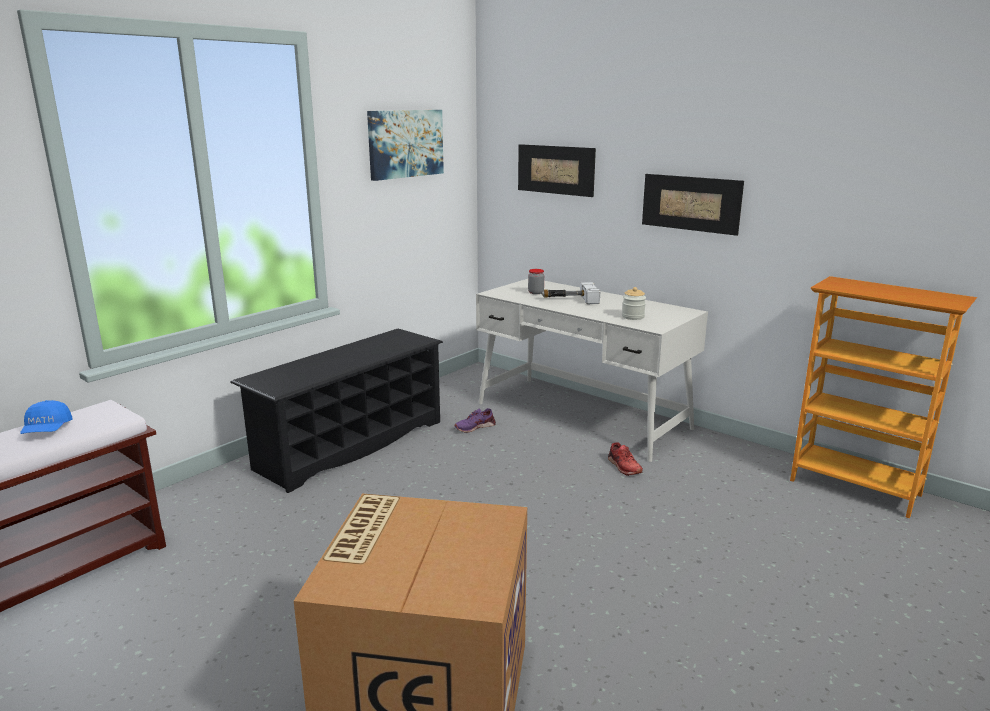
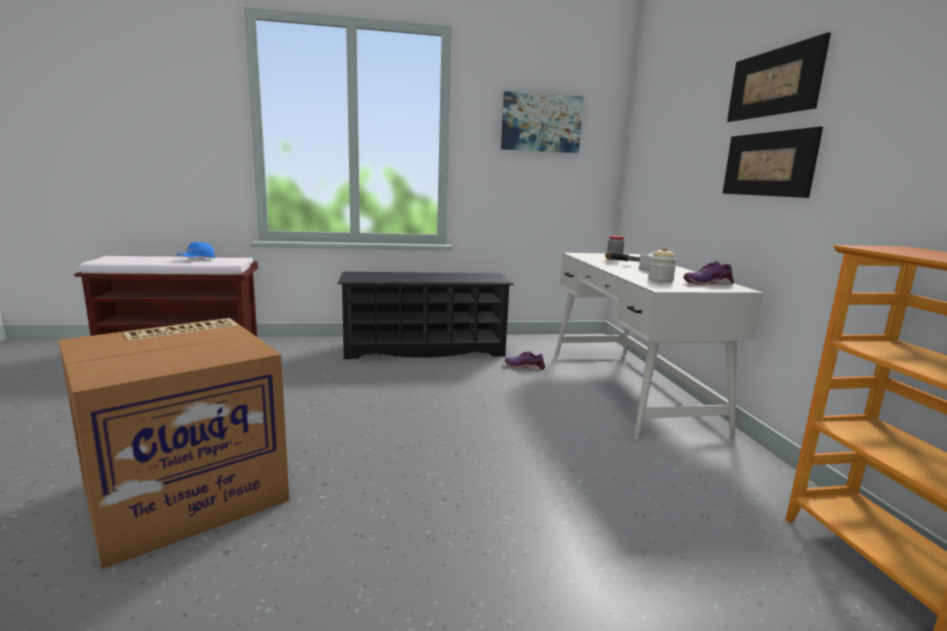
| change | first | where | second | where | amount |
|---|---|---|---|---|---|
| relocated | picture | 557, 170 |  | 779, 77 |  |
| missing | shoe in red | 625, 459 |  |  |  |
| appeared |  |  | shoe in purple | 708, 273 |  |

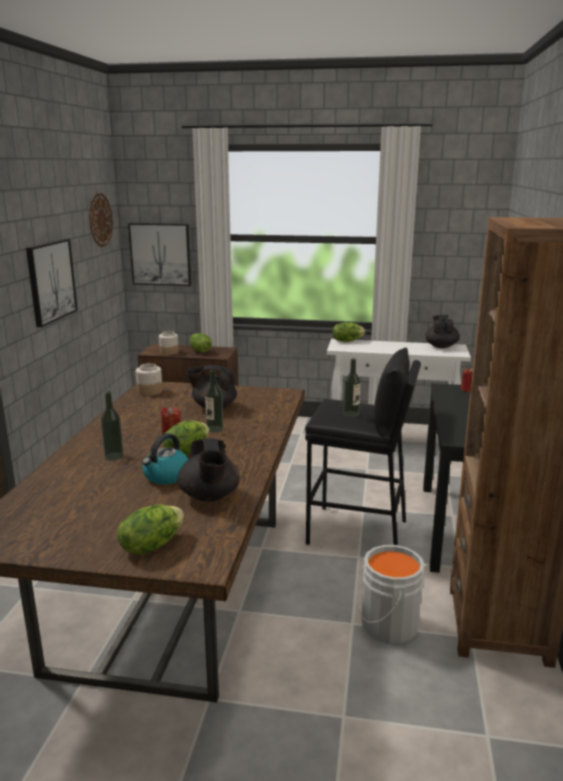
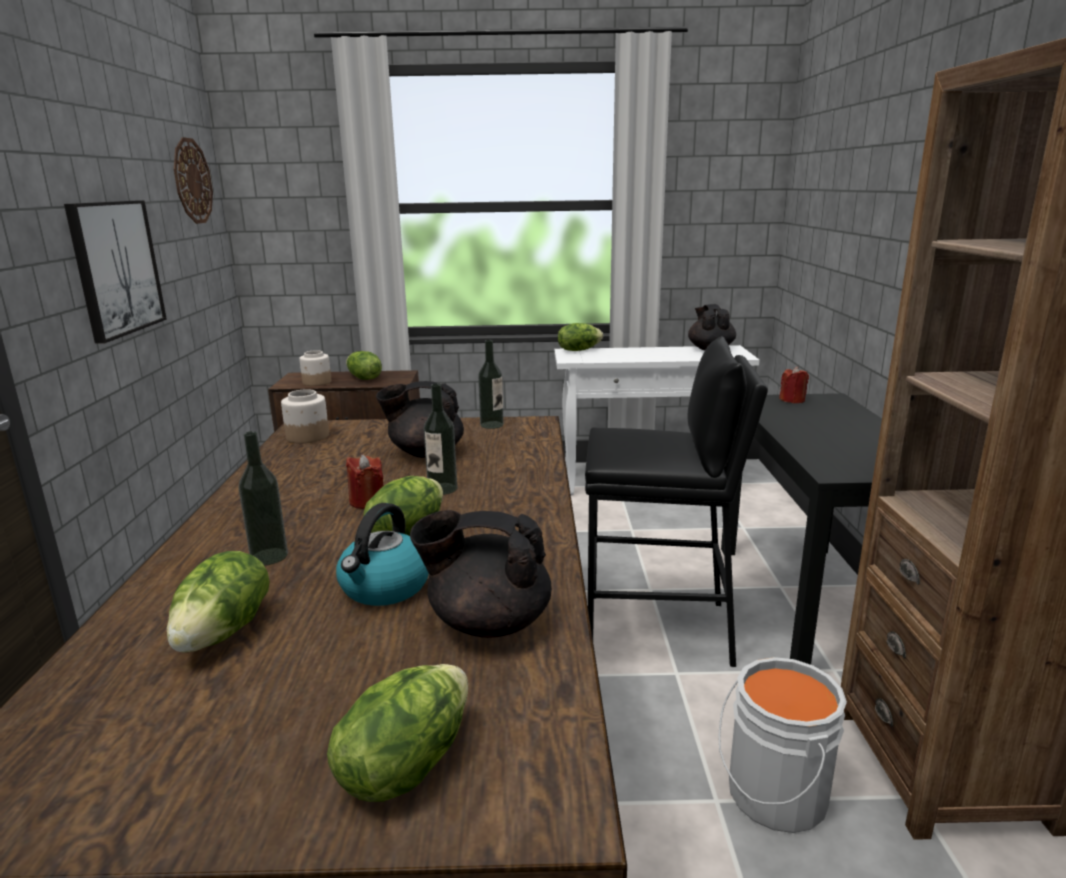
| change | first | where | second | where | amount |
|---|---|---|---|---|---|
| missing | picture | 159, 254 |  |  |  |
| relocated | bottle | 352, 387 |  | 491, 384 |  |
| spun | teapot in black | 208, 470 |  | 481, 574 | 120 degrees clockwise |
| appeared |  |  | lettuce | 218, 602 |  |

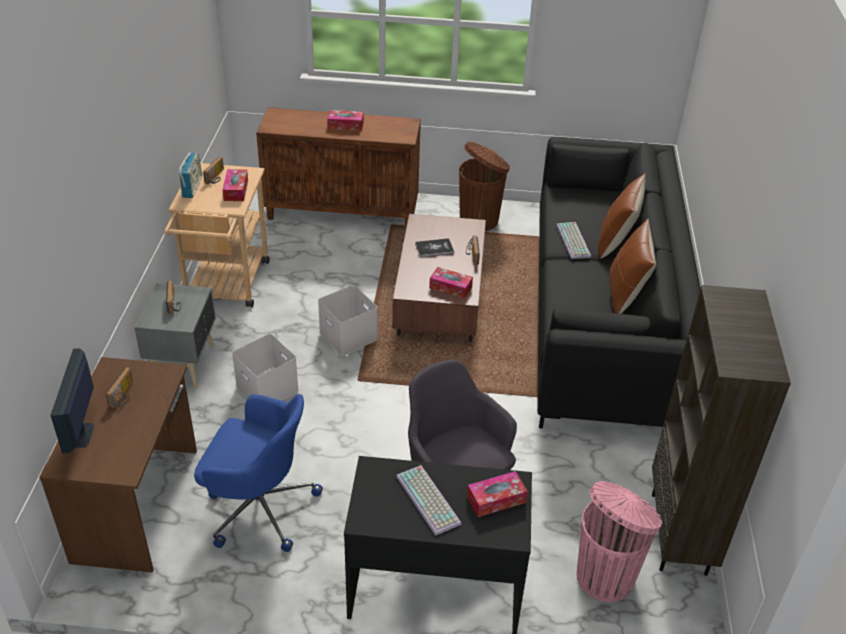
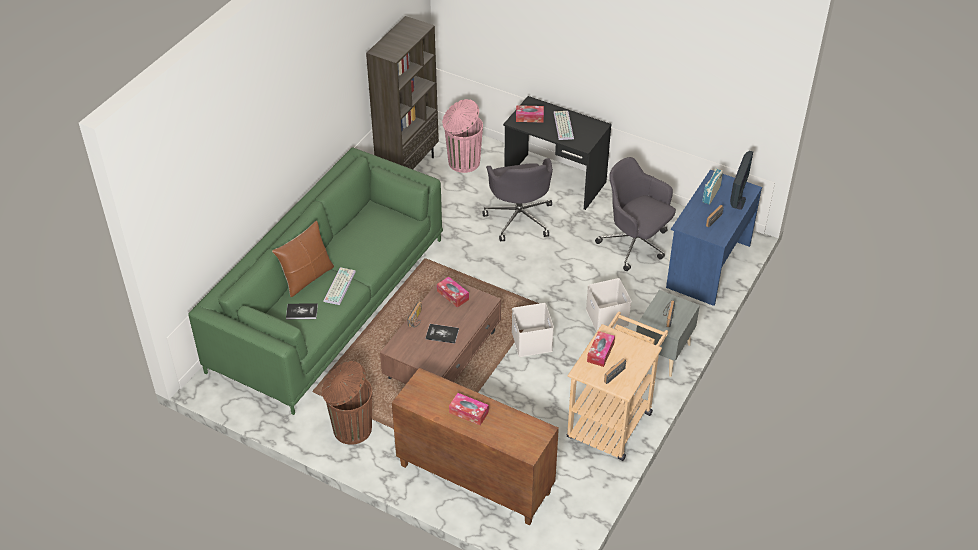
| change | first | where | second | where | amount |
|---|---|---|---|---|---|
| colour | sofa in black | 619, 283 | sofa in green | 315, 281 |  |
| relocated | radio | 190, 175 |  | 712, 186 |  |
| missing | pillow in brown | 632, 266 |  |  |  |
| colour | desk in brown | 118, 465 | desk in blue | 714, 238 |  |
| colour | office chair in blue | 258, 473 | office chair in grey | 635, 214 |  |
| appeared |  |  | book | 302, 311 |  |

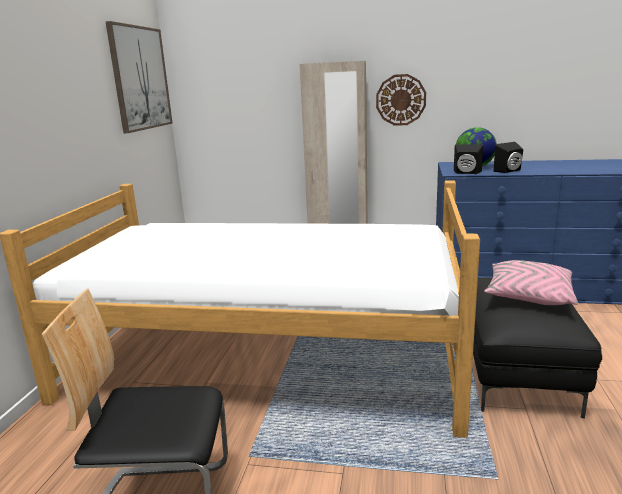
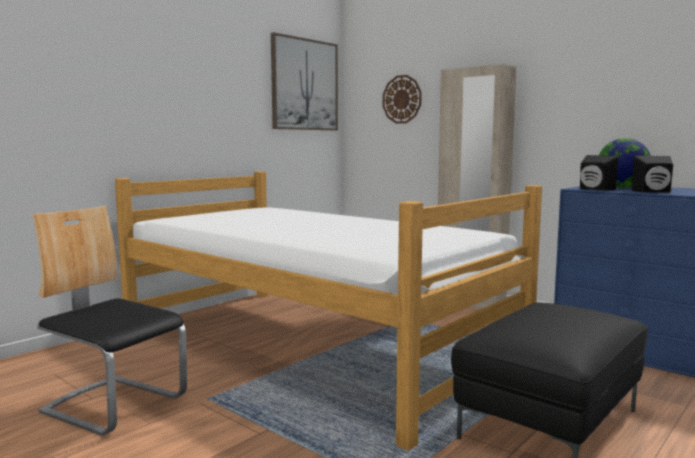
| change | first | where | second | where | amount |
|---|---|---|---|---|---|
| relocated | wall clock | 401, 100 |  | 402, 99 |  |
| missing | pillow in pink | 531, 282 |  |  |  |

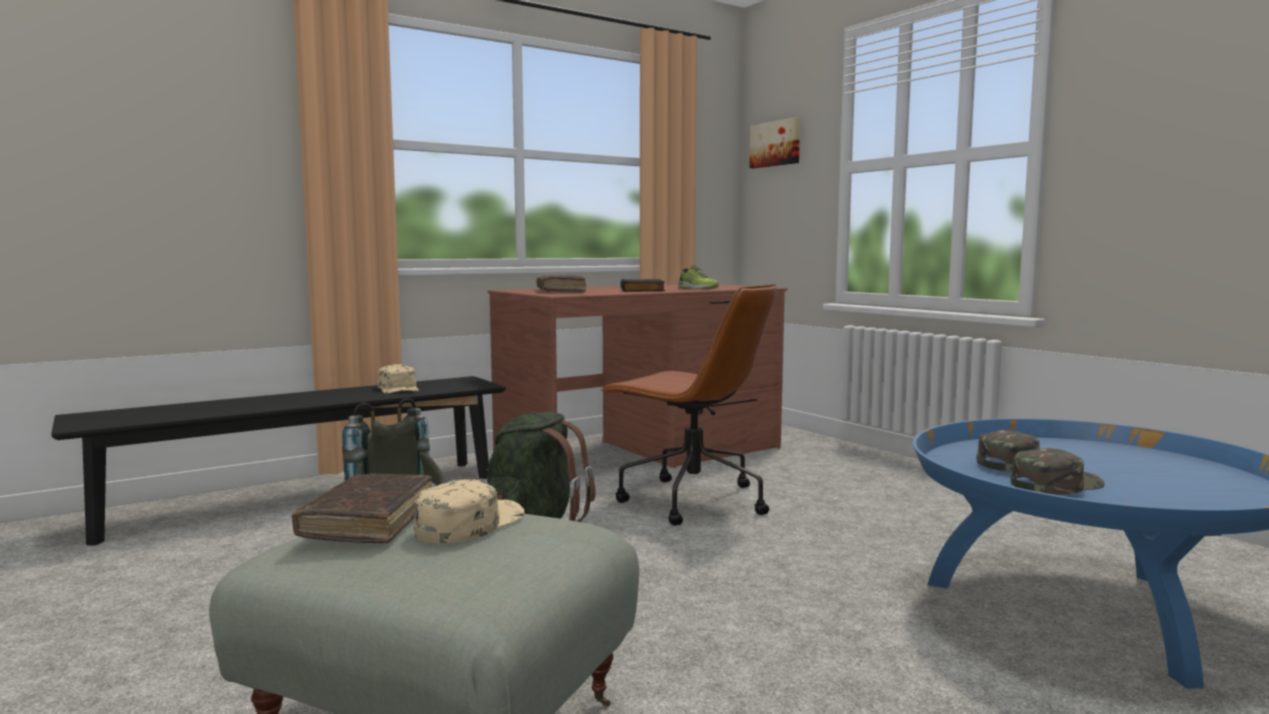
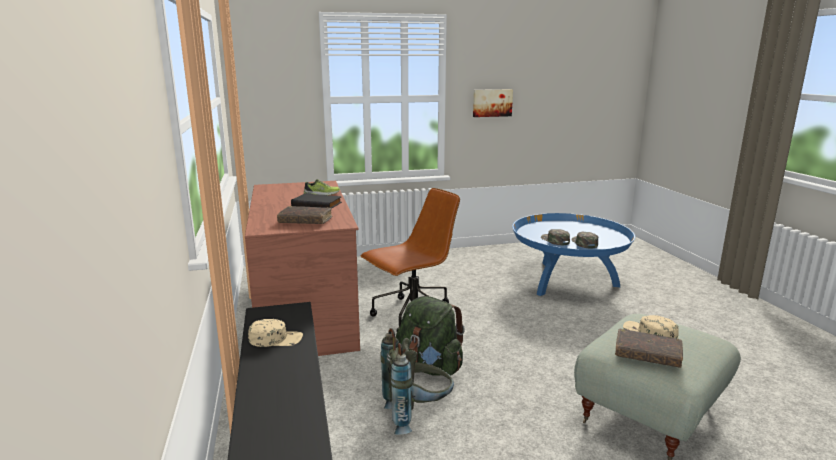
| change | first | where | second | where | amount |
|---|---|---|---|---|---|
| relocated | picture | 774, 142 |  | 493, 103 |  |

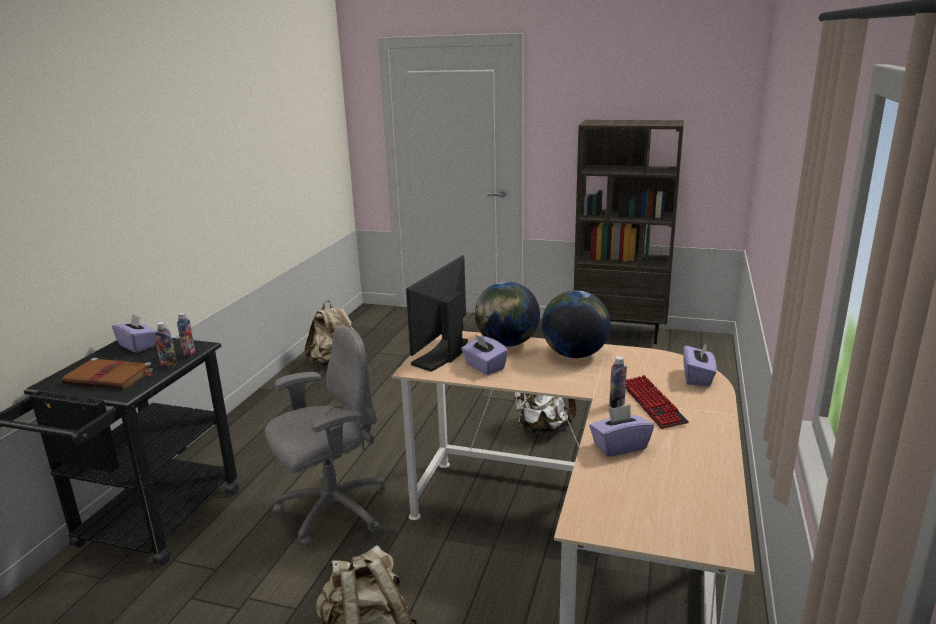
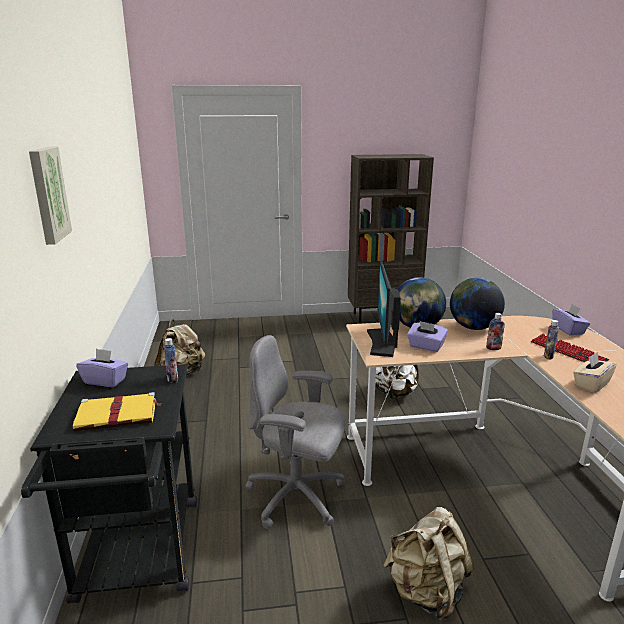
| change | first | where | second | where | amount |
|---|---|---|---|---|---|
| relocated | bottle | 165, 345 |  | 495, 331 |  |
| spun | office chair in grey | 325, 437 |  | 296, 432 | 105 degrees counterclockwise |
| colour | book in brown | 107, 373 | book in yellow | 117, 411 |  |
| colour | tissue box in purple | 621, 431 | tissue box in beige | 595, 372 |  |
| appeared |  |  | picture | 50, 196 |  |

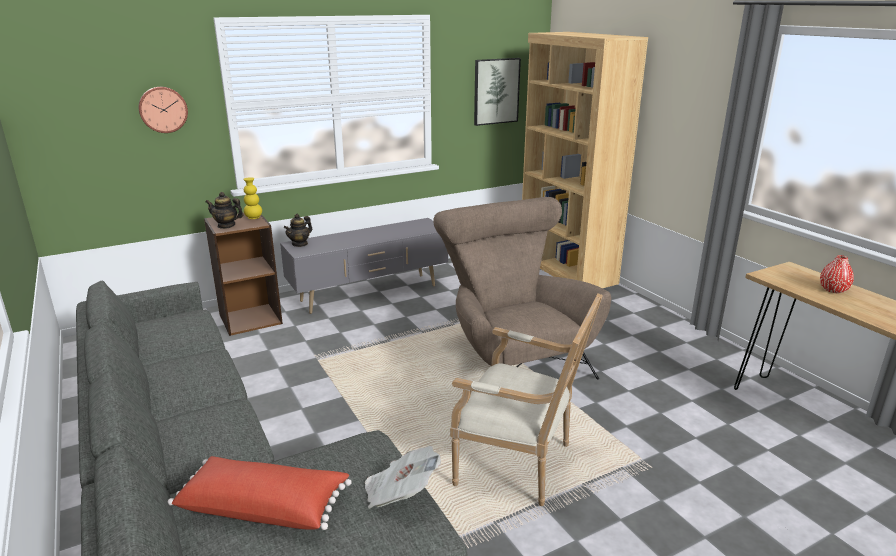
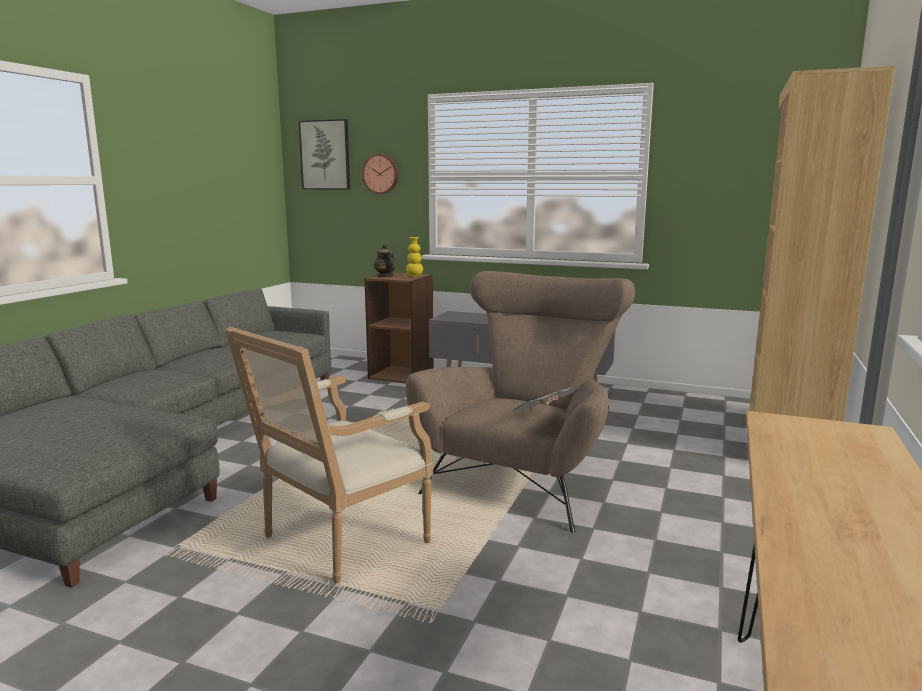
| change | first | where | second | where | amount |
|---|---|---|---|---|---|
| relocated | picture | 497, 92 |  | 324, 154 |  |
| missing | teapot | 298, 230 |  |  |  |
| missing | vase in red | 837, 274 |  |  |  |
| spun | armchair | 526, 399 |  | 329, 455 | 60 degrees clockwise |
| relocated | newspaper | 403, 477 |  | 546, 399 |  |
| missing | pillow in red | 260, 493 |  |  |  |

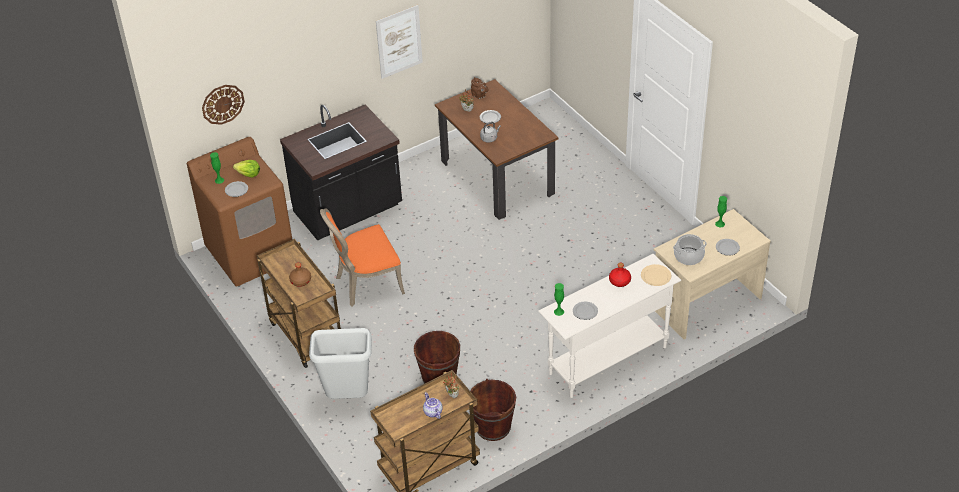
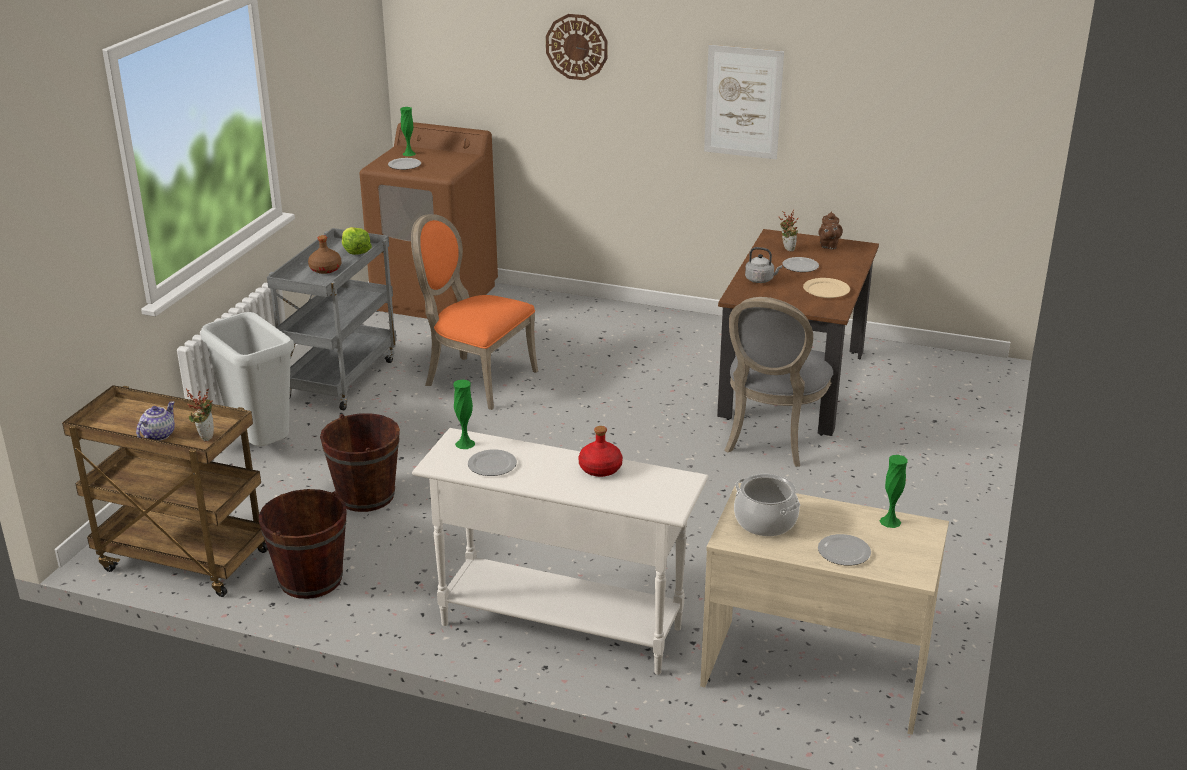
| change | first | where | second | where | amount |
|---|---|---|---|---|---|
| relocated | wall clock | 223, 105 |  | 577, 47 |  |
| missing | counter in black | 341, 173 |  |  |  |
| relocated | lettuce | 246, 169 |  | 357, 241 |  |
| colour | cart in brown | 299, 303 | cart in grey | 332, 319 |  |
| relocated | plate in beige | 656, 275 |  | 826, 288 |  |
| appeared |  |  | chair in grey | 779, 382 |  |

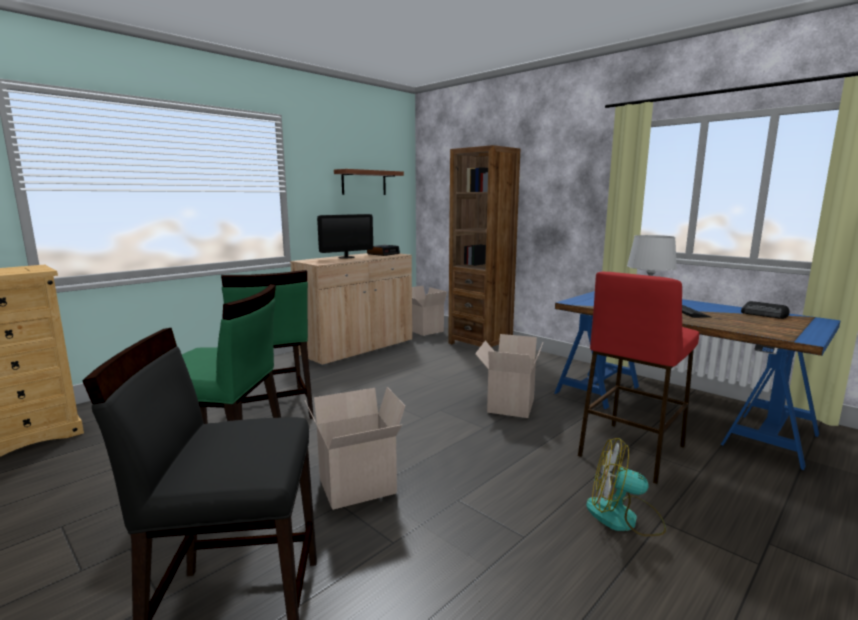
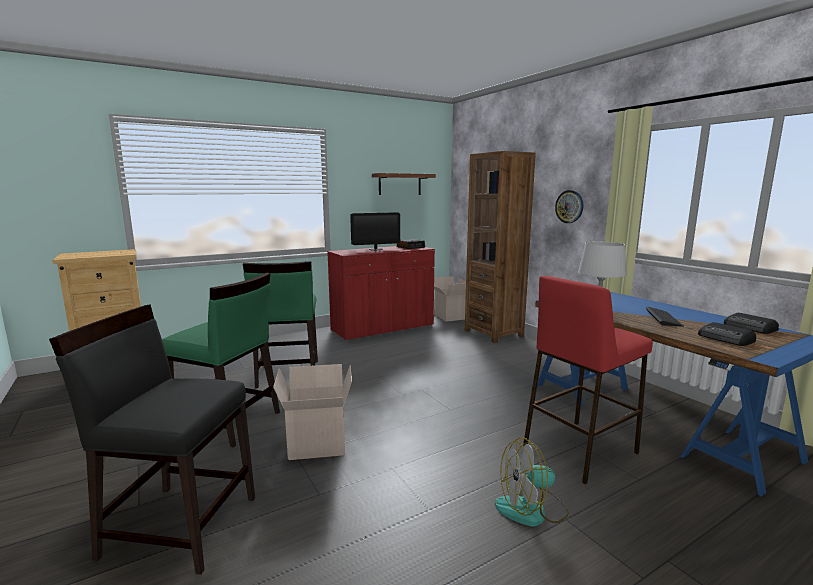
| change | first | where | second | where | amount |
|---|---|---|---|---|---|
| colour | cabinet in beige | 351, 309 | cabinet in red | 381, 293 |  |
| missing | cardboard box | 509, 376 |  |  |  |
| spun | fan | 626, 487 |  | 532, 482 | 45 degrees counterclockwise |
| appeared |  |  | wall clock | 569, 206 |  |
| appeared |  |  | radio | 727, 334 |  |

